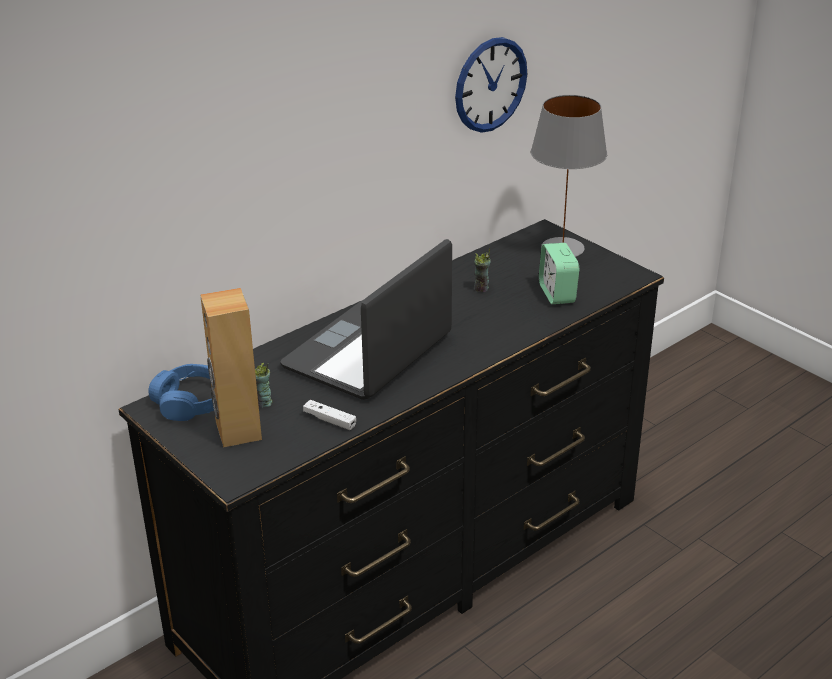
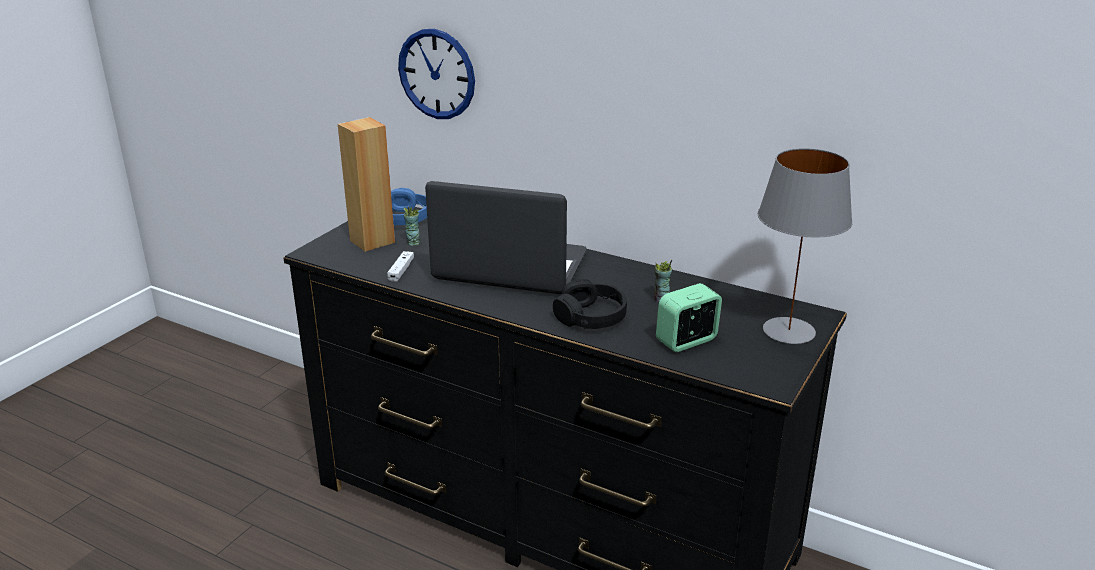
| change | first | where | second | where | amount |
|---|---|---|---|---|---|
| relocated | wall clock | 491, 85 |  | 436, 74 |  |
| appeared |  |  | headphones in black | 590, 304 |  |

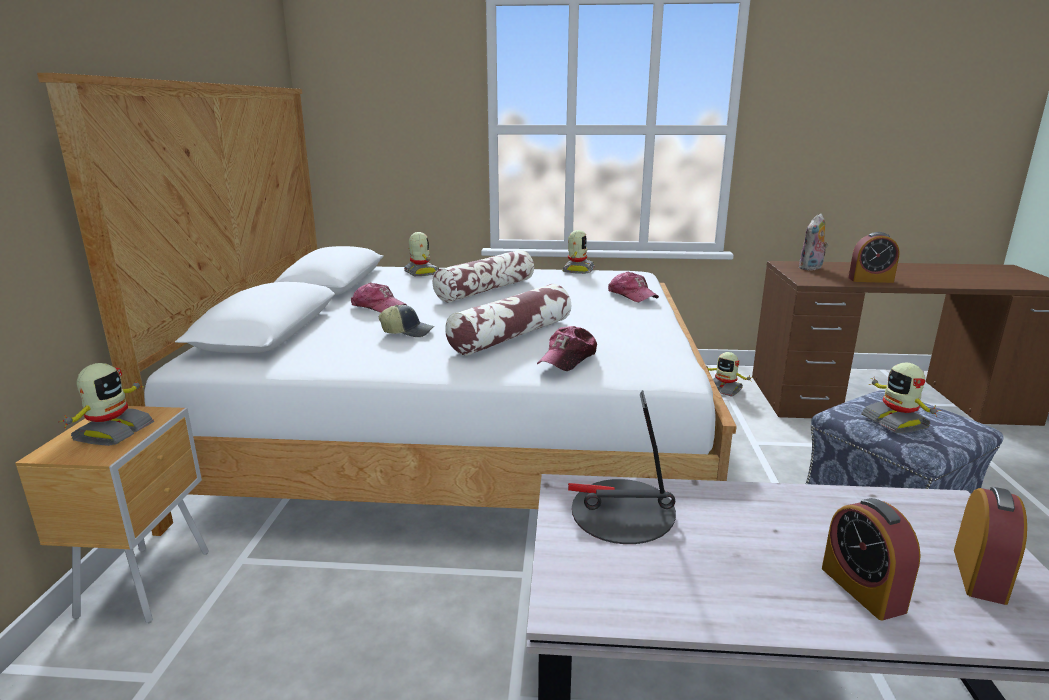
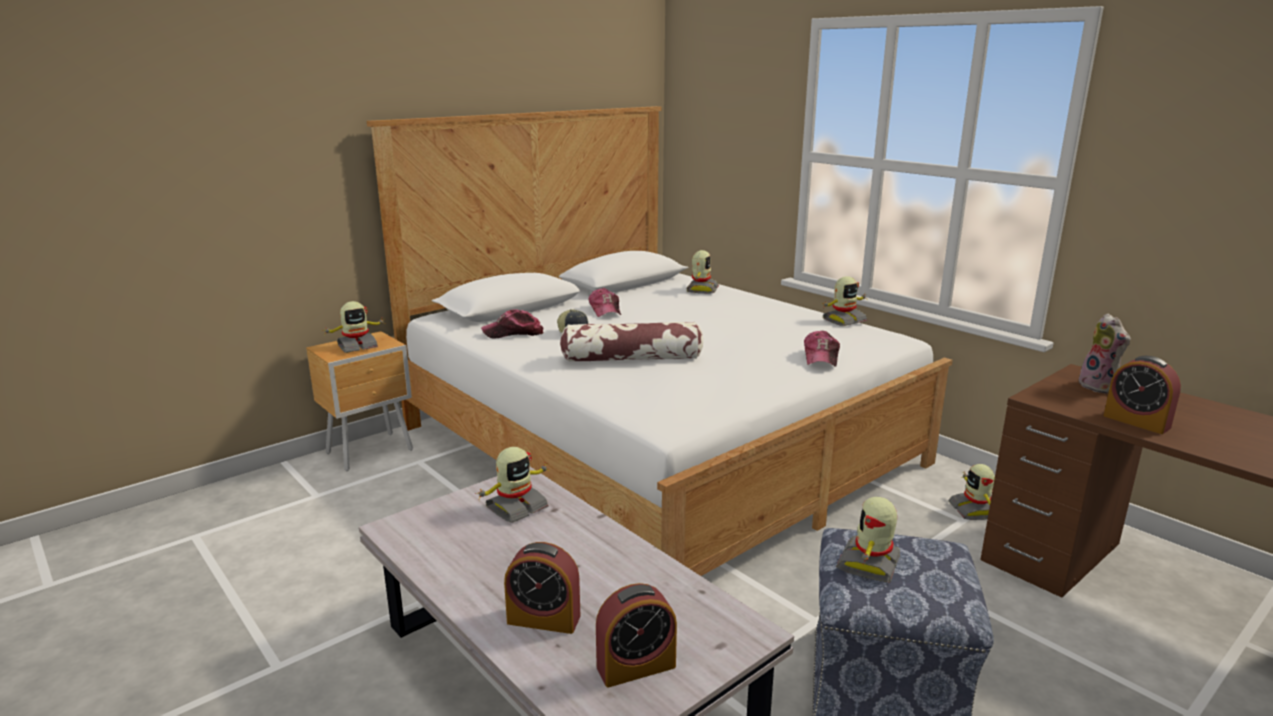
| change | first | where | second | where | amount |
|---|---|---|---|---|---|
| spun | plush toy | 813, 242 |  | 1103, 353 | 105 degrees counterclockwise |
| missing | pillow | 483, 276 |  |  |  |
| relocated | cap | 567, 348 |  | 512, 323 |  |
| exchanged | table lamp | 622, 467 | toy robot | 512, 485 |  |
| spun | alarm clock | 871, 559 |  | 542, 588 | 105 degrees counterclockwise |

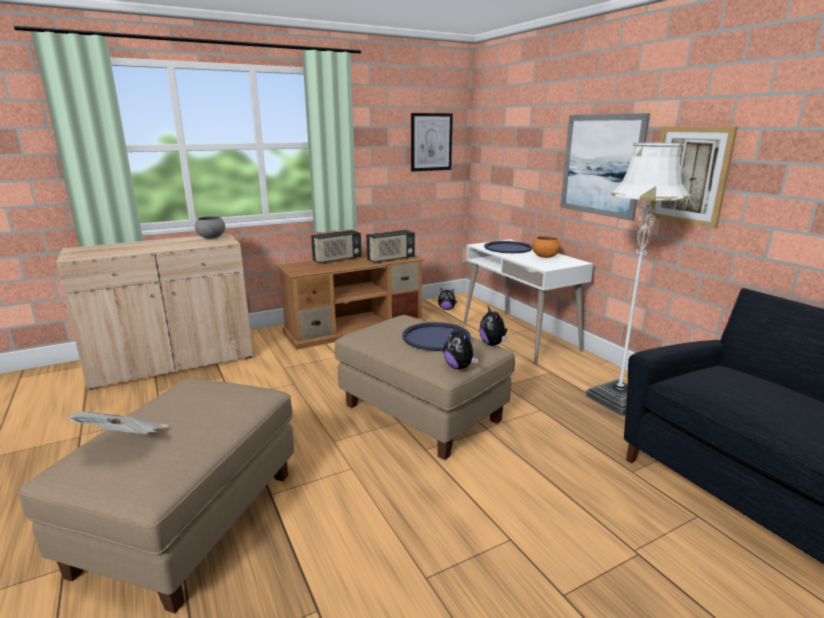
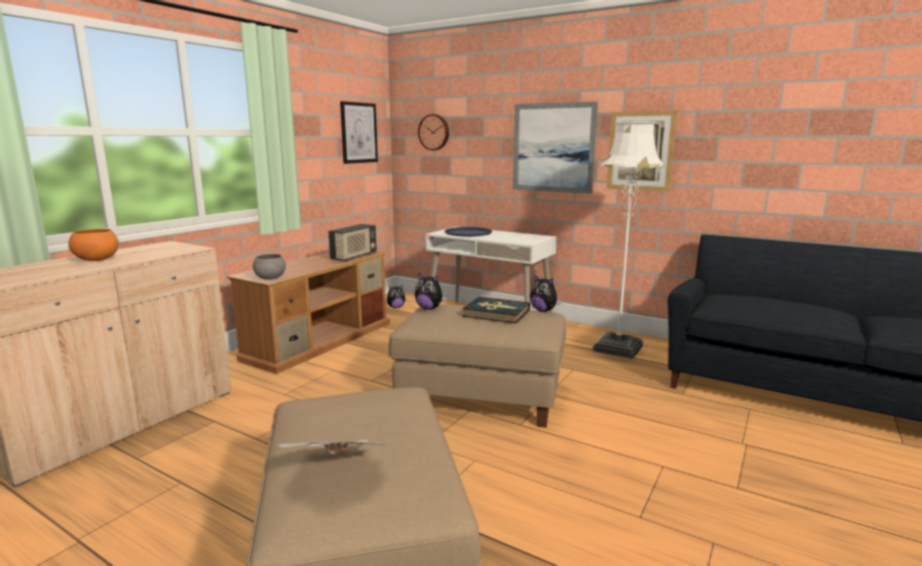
| change | first | where | second | where | amount |
|---|---|---|---|---|---|
| relocated | bowl in grey | 210, 227 |  | 269, 267 |  |
| missing | radio | 336, 247 |  |  |  |
| relocated | bowl in orange | 546, 247 |  | 93, 245 |  |
| exchanged | tray in blue | 436, 336 | book | 496, 310 |  |
| relocated | plush toy | 460, 347 |  | 431, 291 |  |
| appeared |  |  | wall clock | 433, 132 |  |

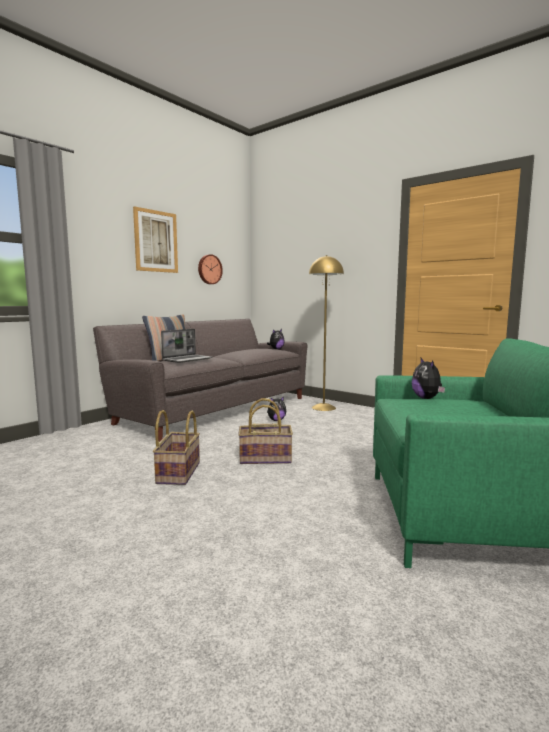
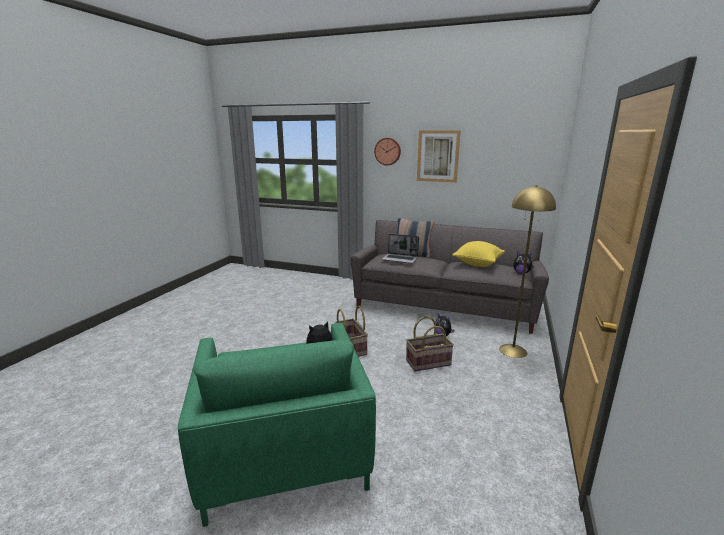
| change | first | where | second | where | amount |
|---|---|---|---|---|---|
| relocated | wall clock | 210, 269 |  | 387, 151 |  |
| relocated | basket | 176, 447 |  | 430, 344 |  |
| appeared |  |  | pillow in yellow | 478, 254 |  |

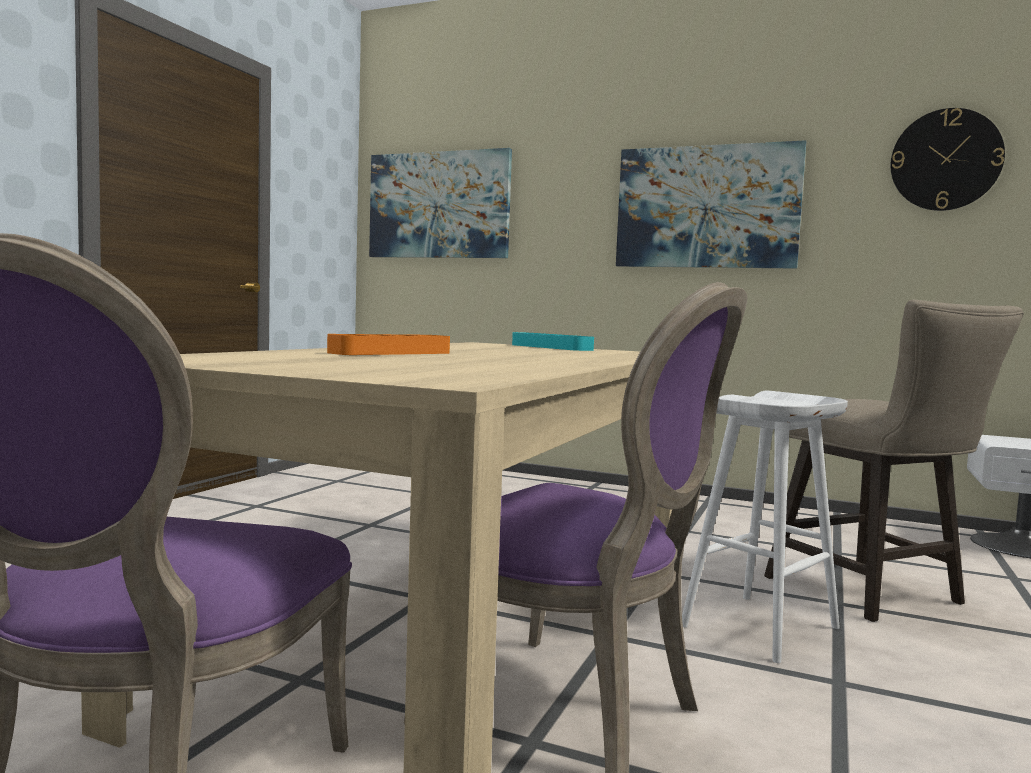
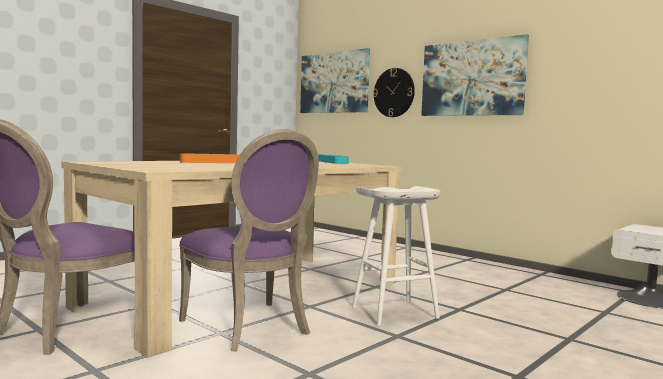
| change | first | where | second | where | amount |
|---|---|---|---|---|---|
| relocated | wall clock | 947, 159 |  | 394, 92 |  |
| missing | stool in beige | 894, 461 |  |  |  |

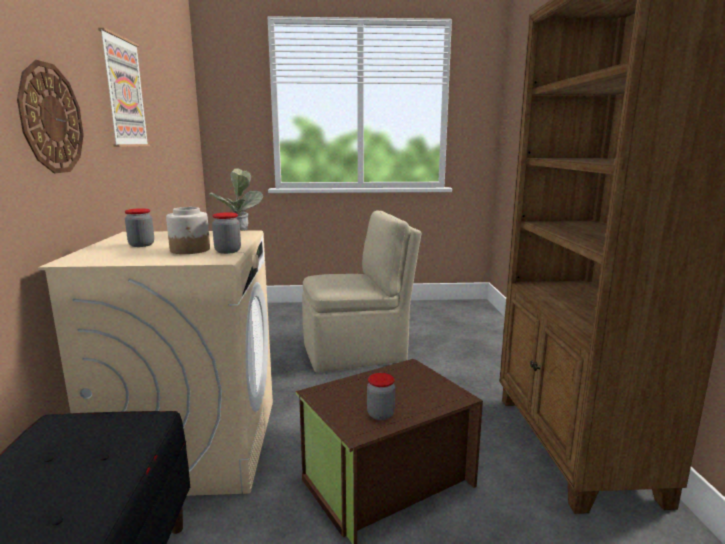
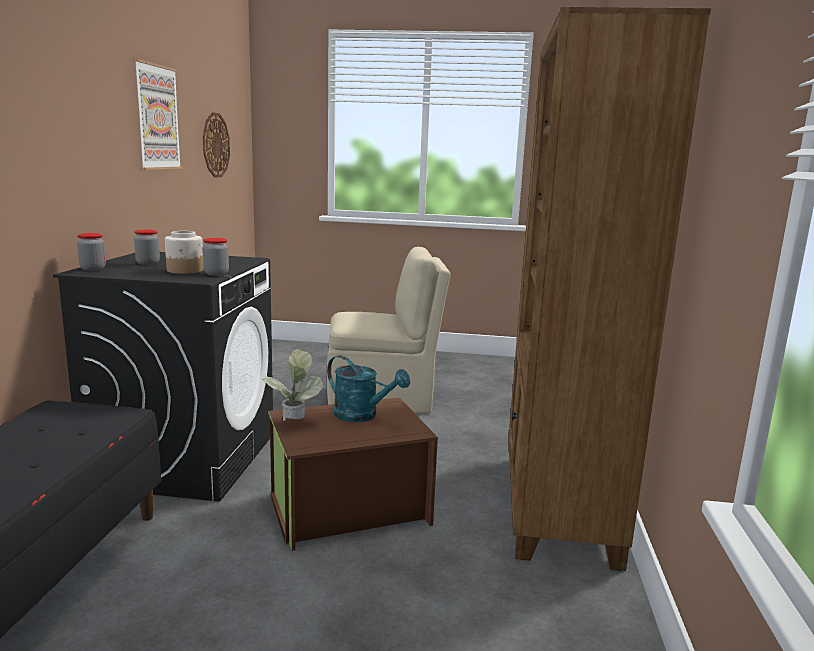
| change | first | where | second | where | amount |
|---|---|---|---|---|---|
| relocated | wall clock | 50, 116 |  | 216, 145 |  |
| relocated | potted plant | 236, 199 |  | 292, 385 |  |
| colour | washing machine in beige | 155, 363 | washing machine in black | 163, 377 |  |
| relocated | jar | 381, 396 |  | 91, 252 |  |
| appeared |  |  | watering can in turquoise | 368, 388 |  |

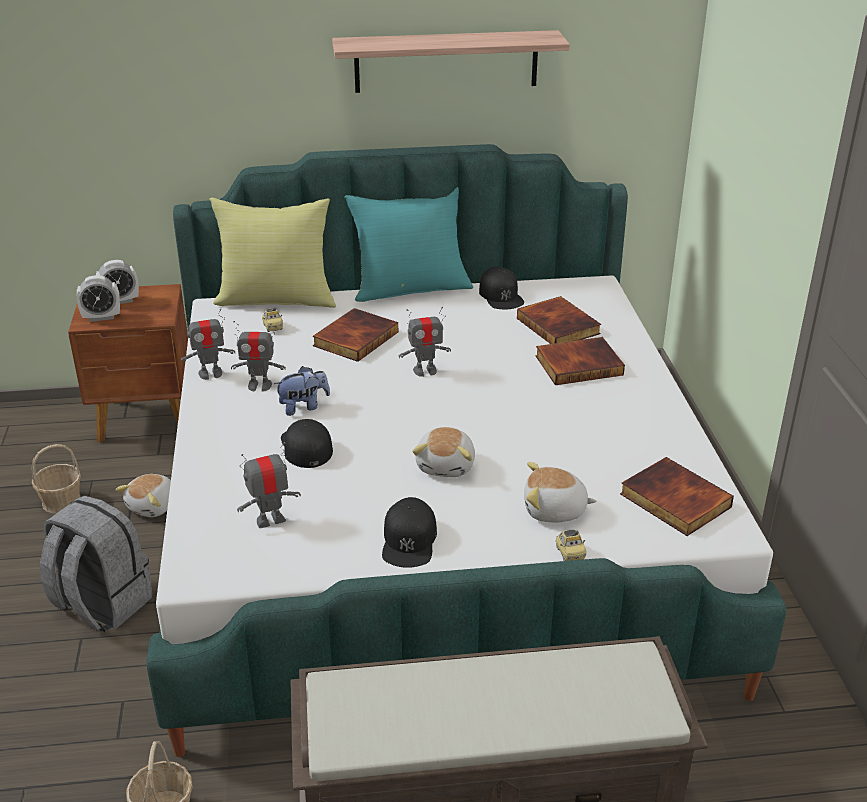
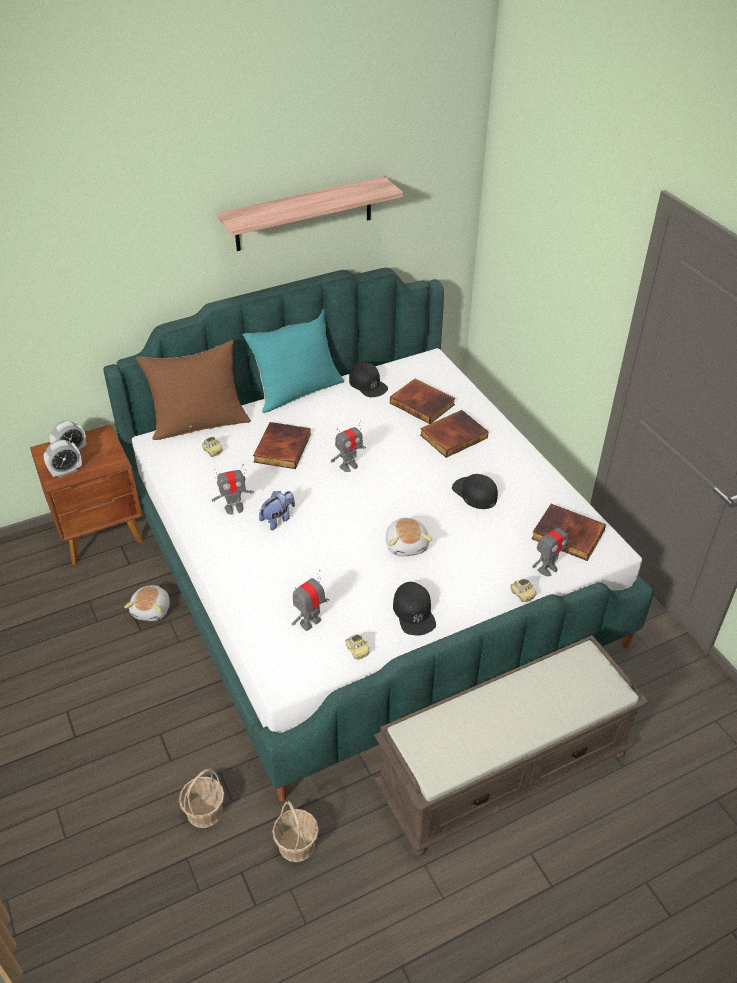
| change | first | where | second | where | amount |
|---|---|---|---|---|---|
| colour | pillow in yellow | 272, 253 | pillow in brown | 193, 390 |  |
| relocated | toy robot | 208, 344 |  | 550, 548 |  |
| relocated | cap in black | 307, 443 |  | 475, 491 |  |
| relocated | basket | 56, 479 |  | 201, 798 |  |
| missing | plush toy | 560, 492 |  |  |  |
| missing | backpack in grey | 96, 564 |  |  |  |
| appeared |  |  | toy car | 358, 647 |  |

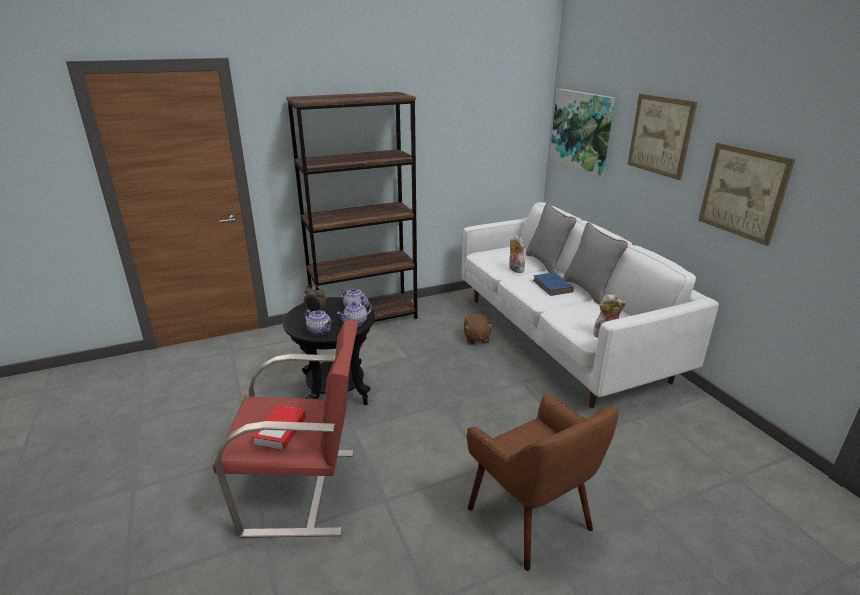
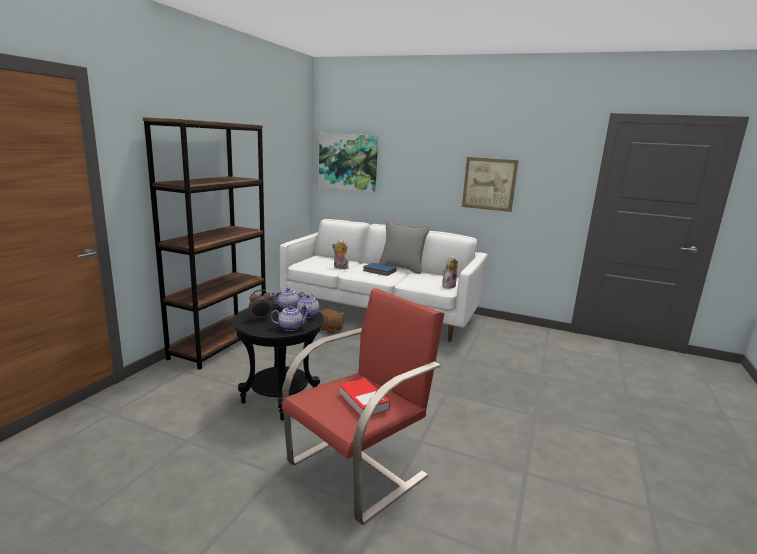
| change | first | where | second | where | amount |
|---|---|---|---|---|---|
| missing | picture | 662, 137 |  |  |  |
| missing | pillow in grey | 551, 238 |  |  |  |
| missing | armchair in brown | 542, 482 |  |  |  |

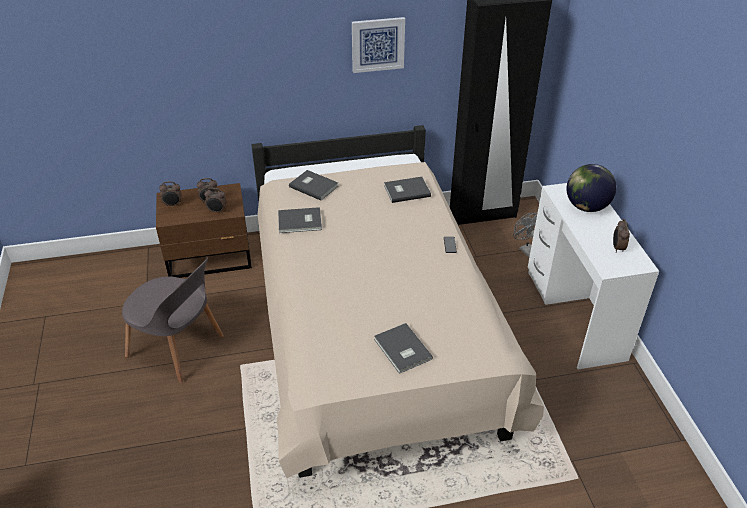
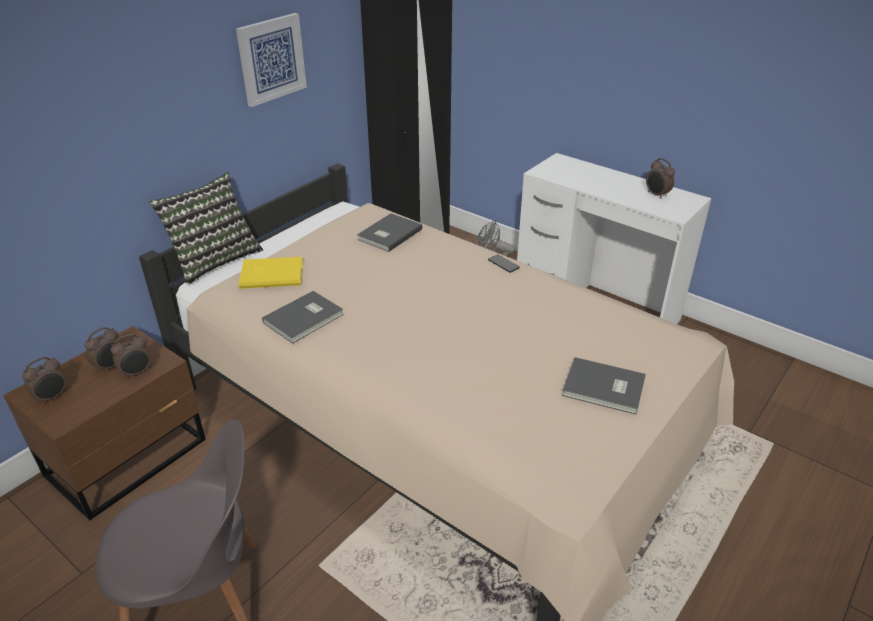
| change | first | where | second | where | amount |
|---|---|---|---|---|---|
| missing | globe | 591, 188 |  |  |  |
| colour | book in grey | 313, 185 | book in yellow | 271, 273 |  |
| appeared |  |  | pillow | 206, 228 |  |

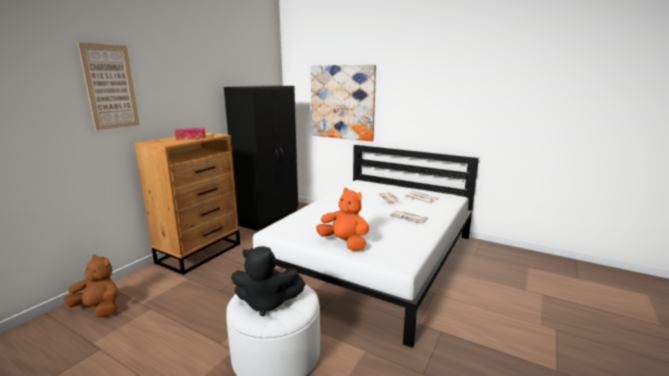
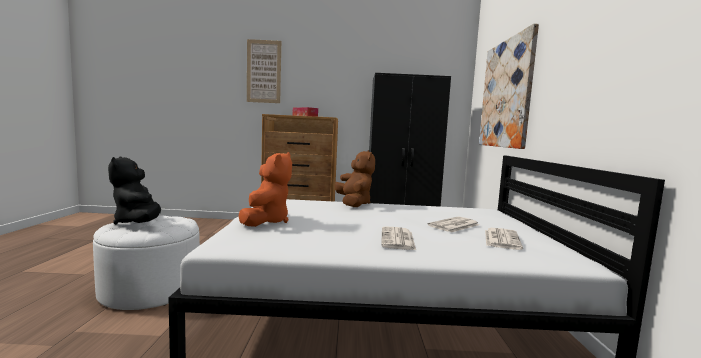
| change | first | where | second | where | amount |
|---|---|---|---|---|---|
| relocated | plush toy in brown | 90, 286 |  | 355, 178 |  |

